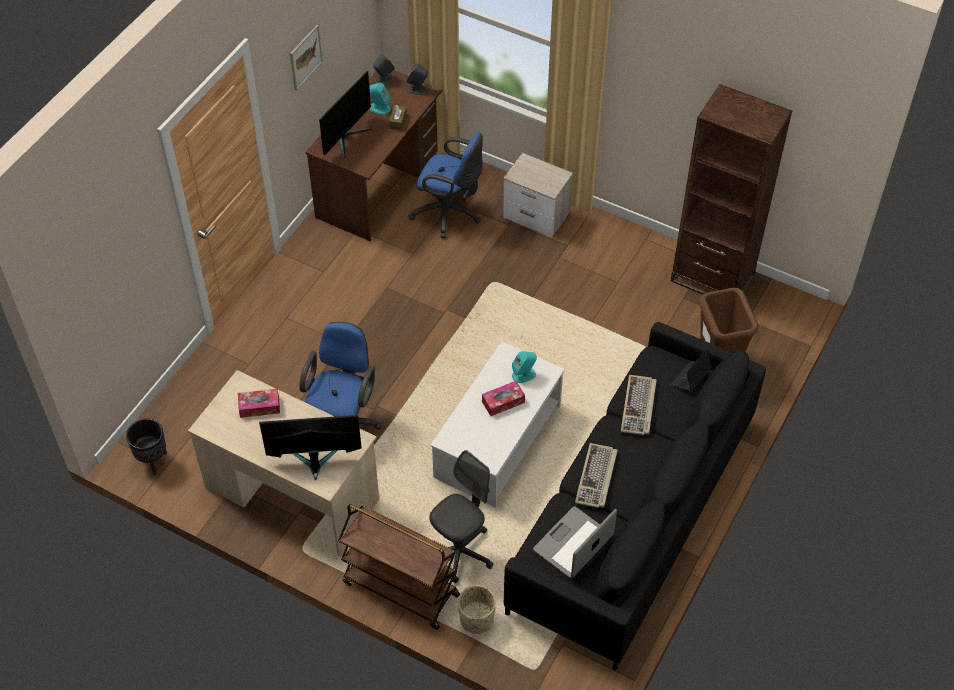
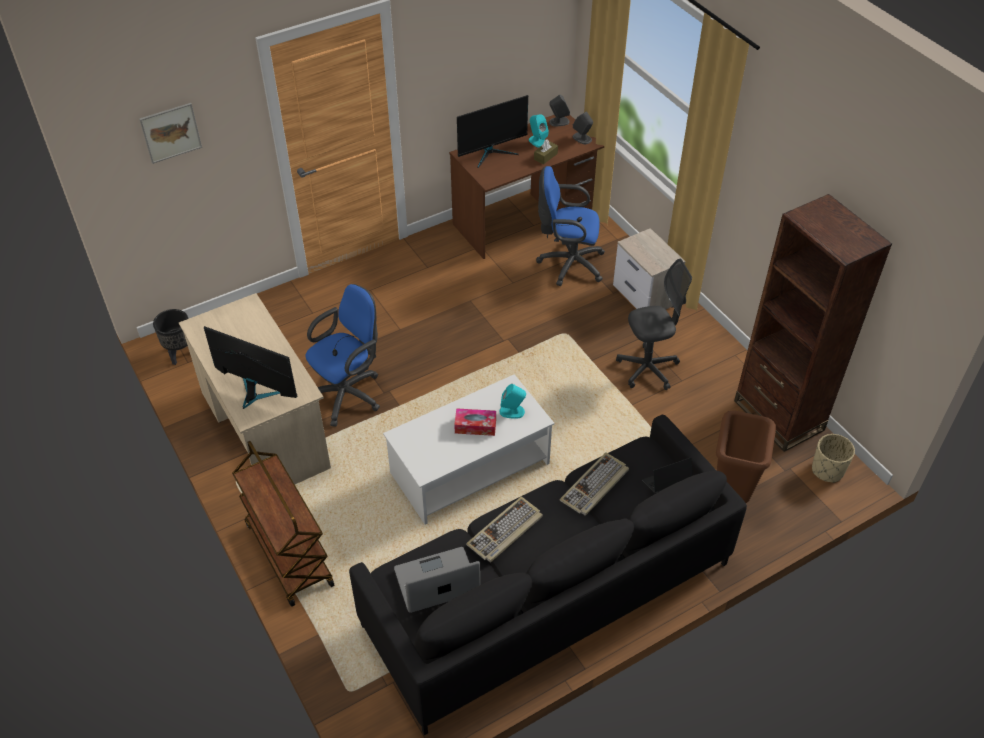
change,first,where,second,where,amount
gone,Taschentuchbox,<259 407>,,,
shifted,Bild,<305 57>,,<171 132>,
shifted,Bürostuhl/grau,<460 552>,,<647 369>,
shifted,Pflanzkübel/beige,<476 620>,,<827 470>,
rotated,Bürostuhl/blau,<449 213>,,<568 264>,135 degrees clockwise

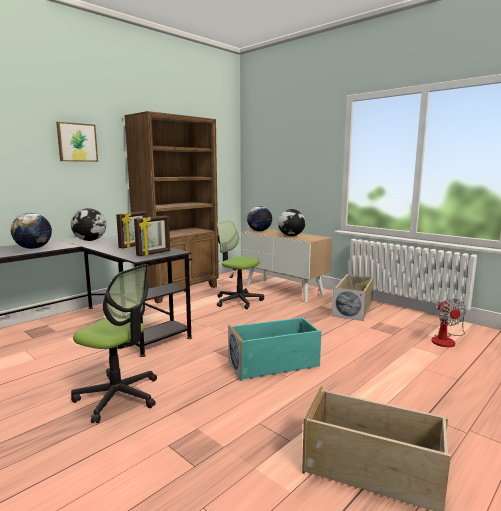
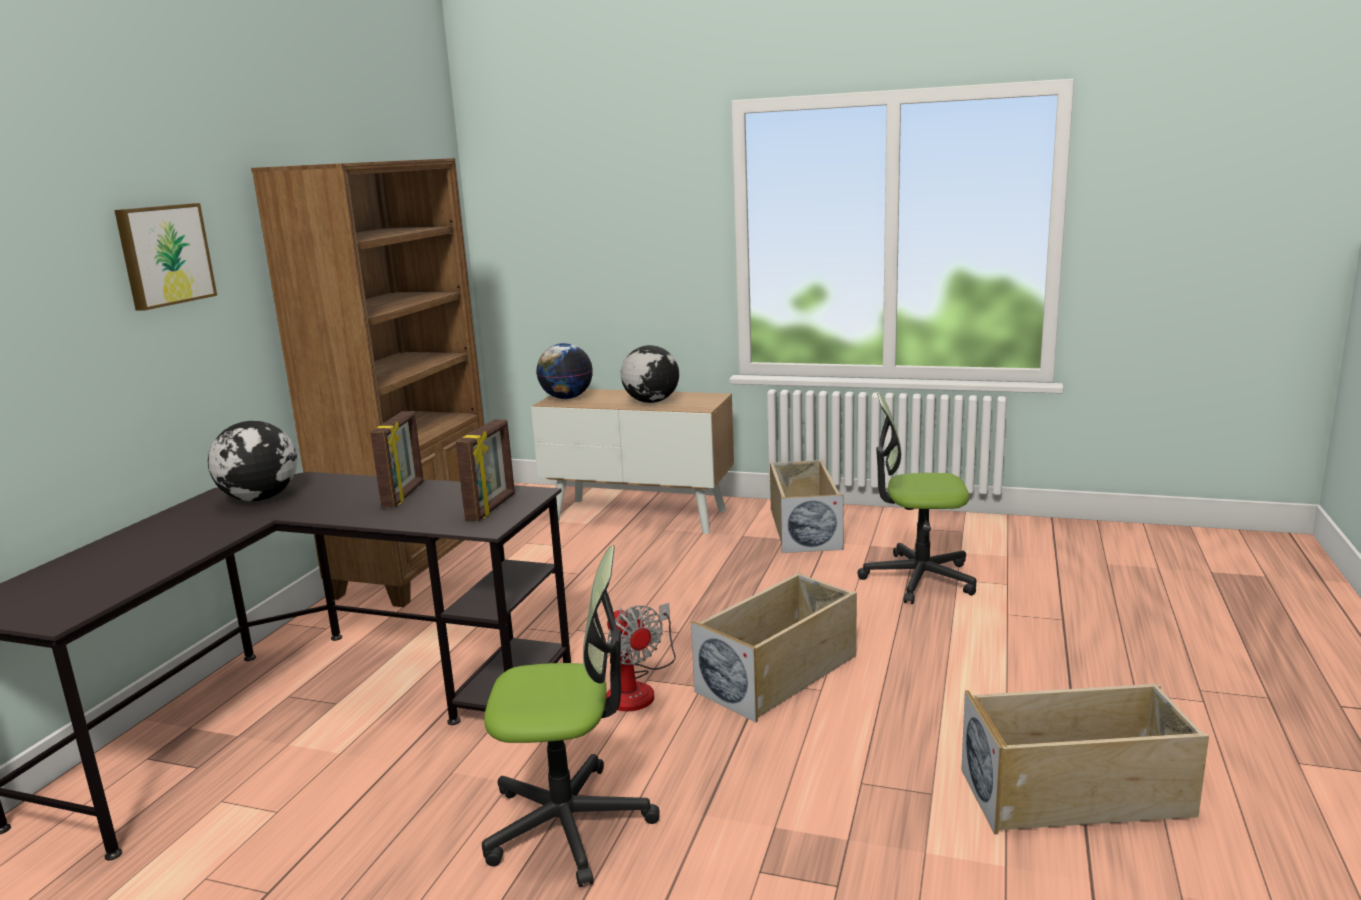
change,first,where,second,where,amount
gone,Globus,<33 248>,,,
shifted,Bürostuhl,<238 301>,,<918 578>,
shifted,Ventilator,<446 340>,,<637 688>,
repainted,Aufbewahrungsbox/türkis,<274 364>,Aufbewahrungsbox/beige,<779 673>,

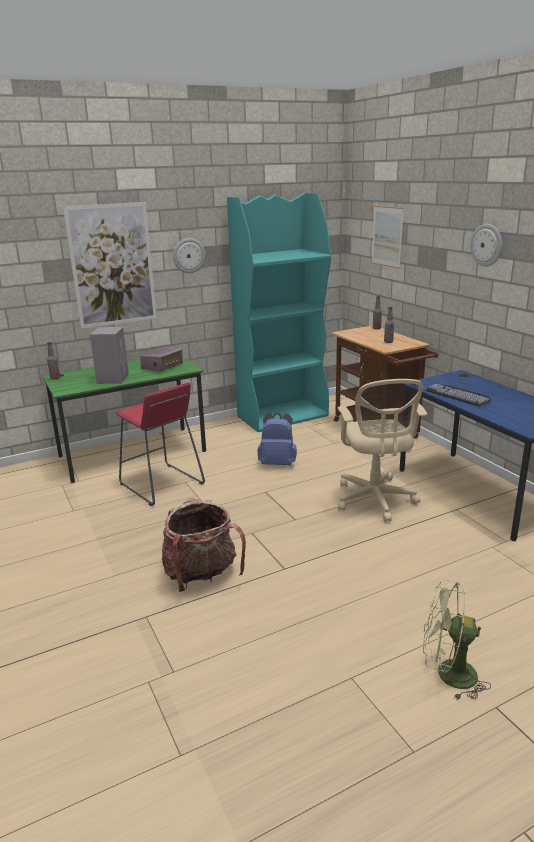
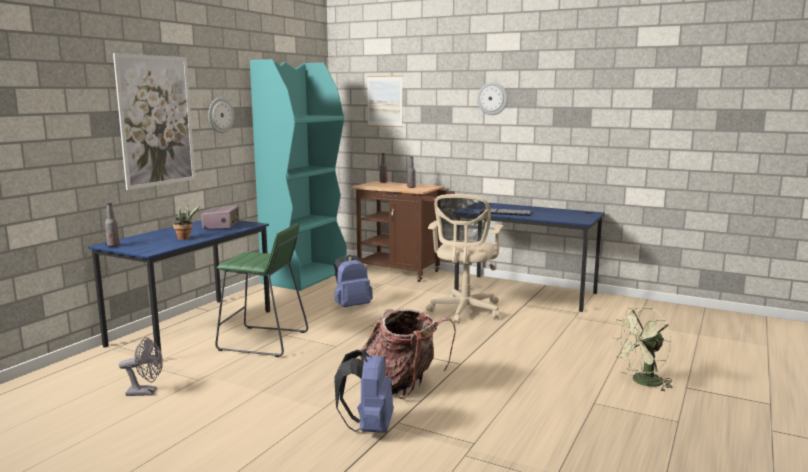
change,first,where,second,where,amount
new,,,Ventilator/grau,<146 392>,
new,,,Rucksack/blau,<368 427>,
swapped,Lautsprecher/grau,<113 378>,Topfpflanze,<186 238>,
repainted,Schreibtisch/grün,<132 453>,Schreibtisch/blau,<192 327>,
repainted,Hocker/rot,<161 484>,Hocker/grün,<263 341>,
rotated,Bürostuhl/beige,<375 501>,,<464 311>,60 degrees clockwise

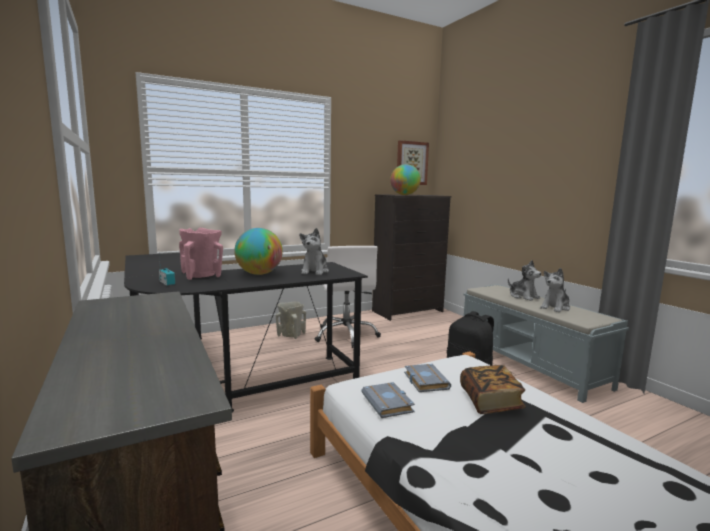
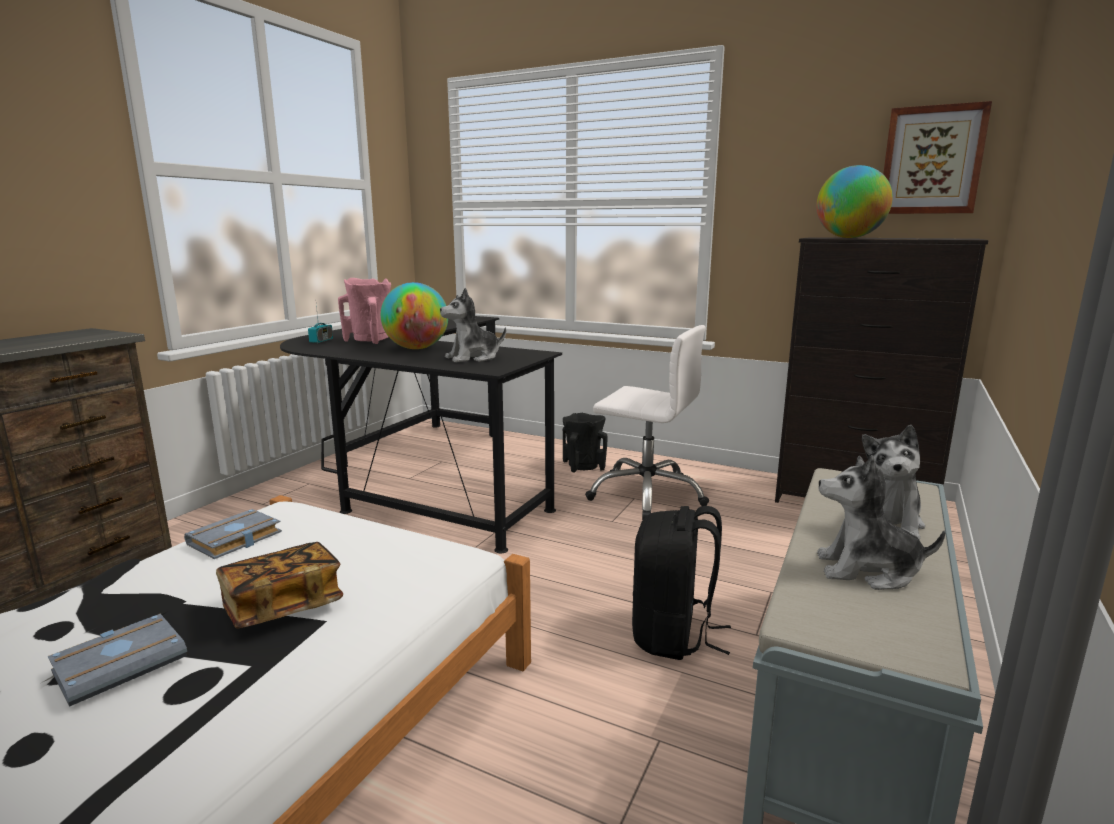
change,first,where,second,where,amount
shifted,Buch/grau,<424 381>,,<122 663>,
repainted,Vase/beige,<291 335>,Vase/schwarz,<584 466>,
rotated,Bürostuhl/weiß,<346 335>,,<647 494>,105 degrees counterclockwise

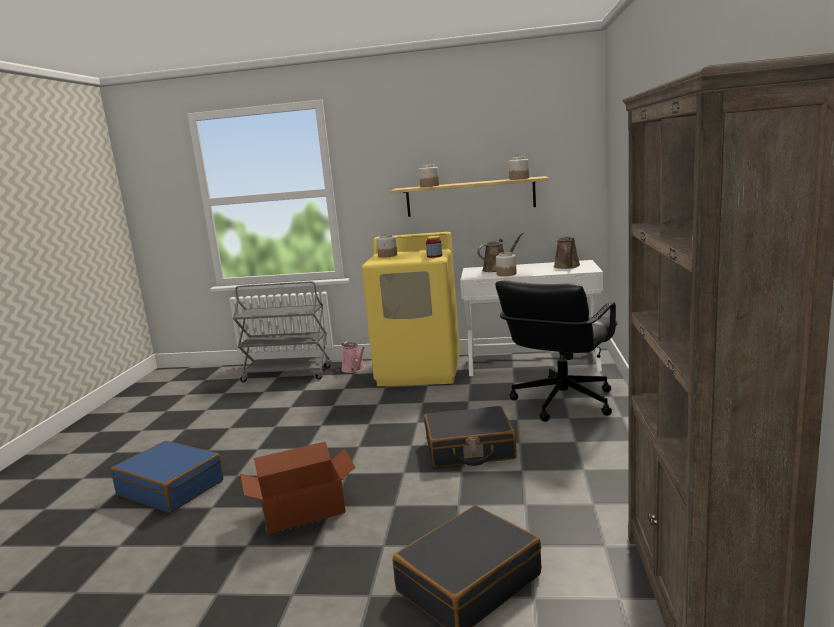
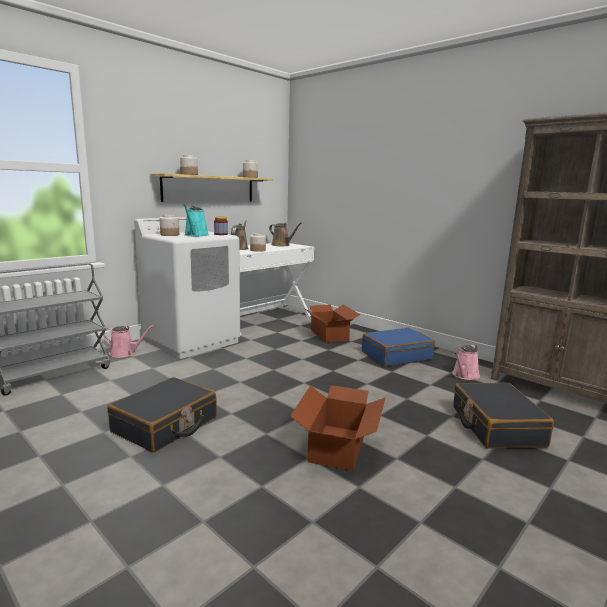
change,first,where,second,where,amount
new,,,Gießkanne/türkis,<195 235>,
new,,,Gießkanne/rosa,<464 375>,
shifted,Koffer/blau,<171 488>,,<396 355>,
shifted,Koffer/schwarz,<469 449>,,<165 425>,
swapped,Bürostuhl/schwarz,<562 402>,Karton,<329 335>,
repainted,Waschmaschine/gelb,<420 371>,Waschmaschine/weiß,<192 341>,

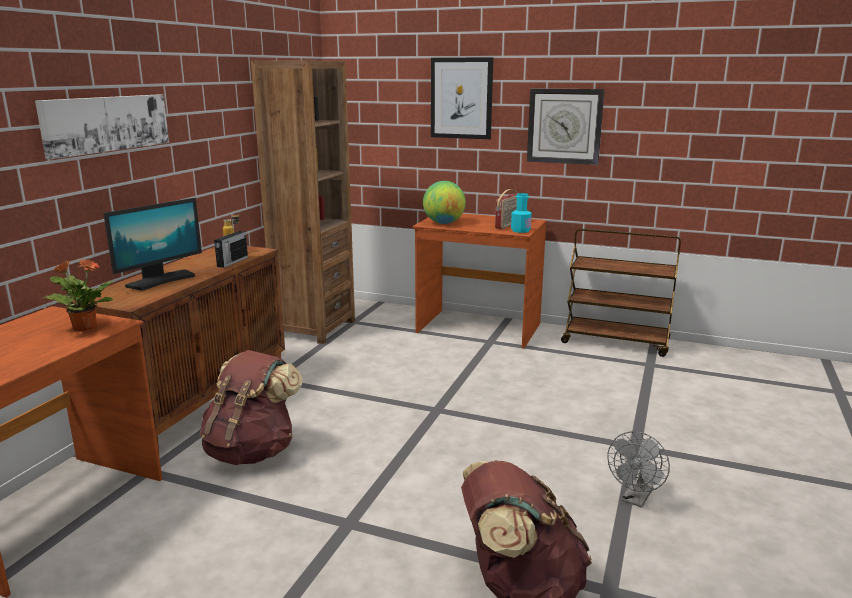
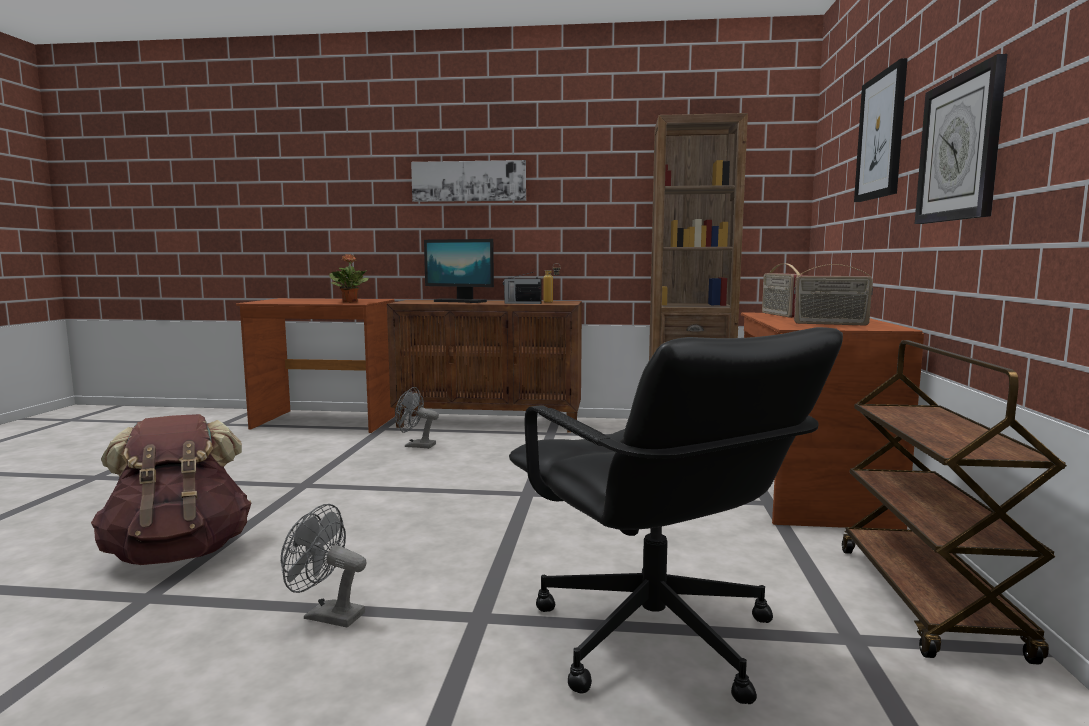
change,first,where,second,where,amount
gone,Flasche/türkis,<520 230>,,,
new,,,Bürostuhl/schwarz,<654 638>,
swapped,Rucksack/braun,<252 451>,Ventilator/grau,<415 446>,
swapped,Globus,<444 223>,Radio,<779 315>,

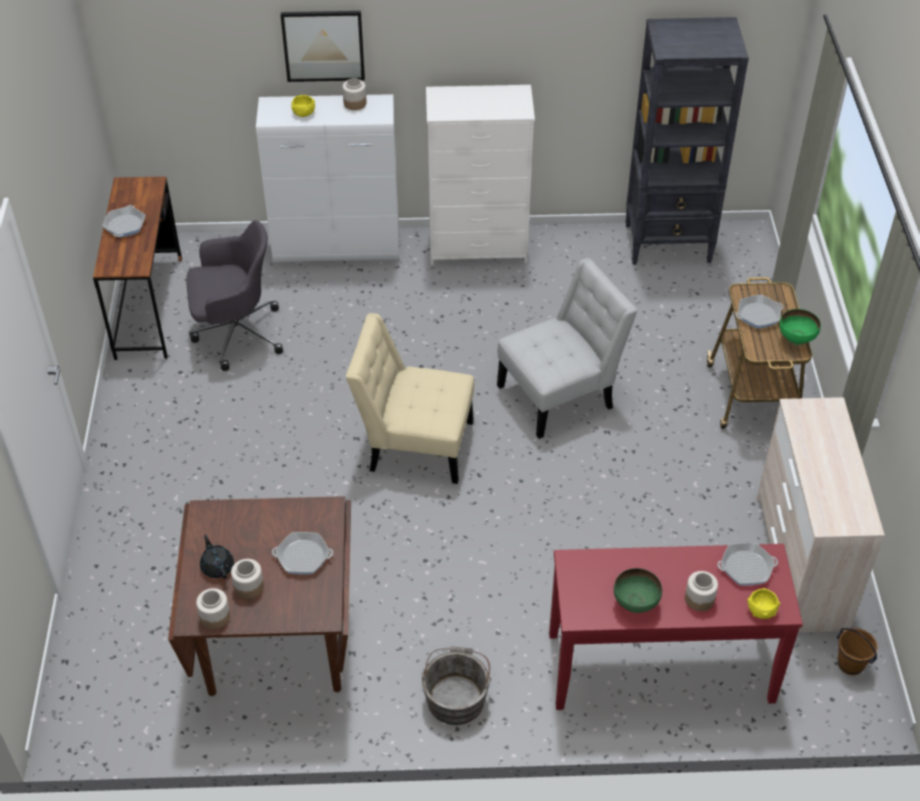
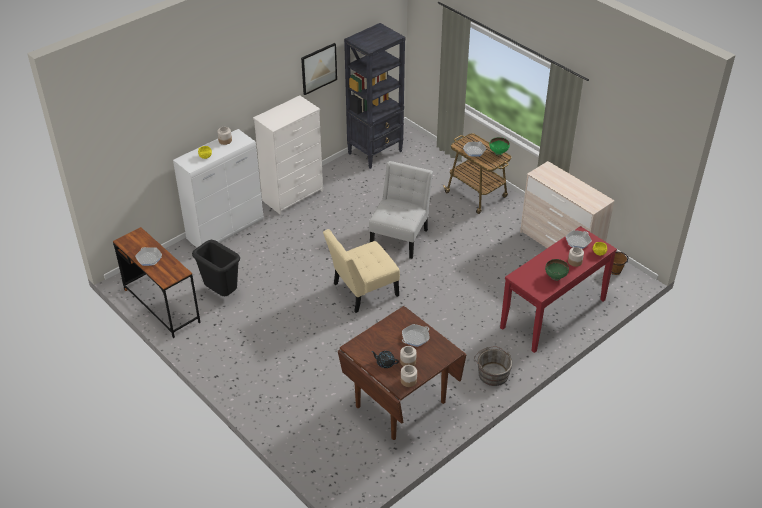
change,first,where,second,where,amount
shifted,Bild,<323 45>,,<318 68>,
swapped,Bürostuhl/grau,<235 334>,Mülleimer/schwarz,<222 293>,

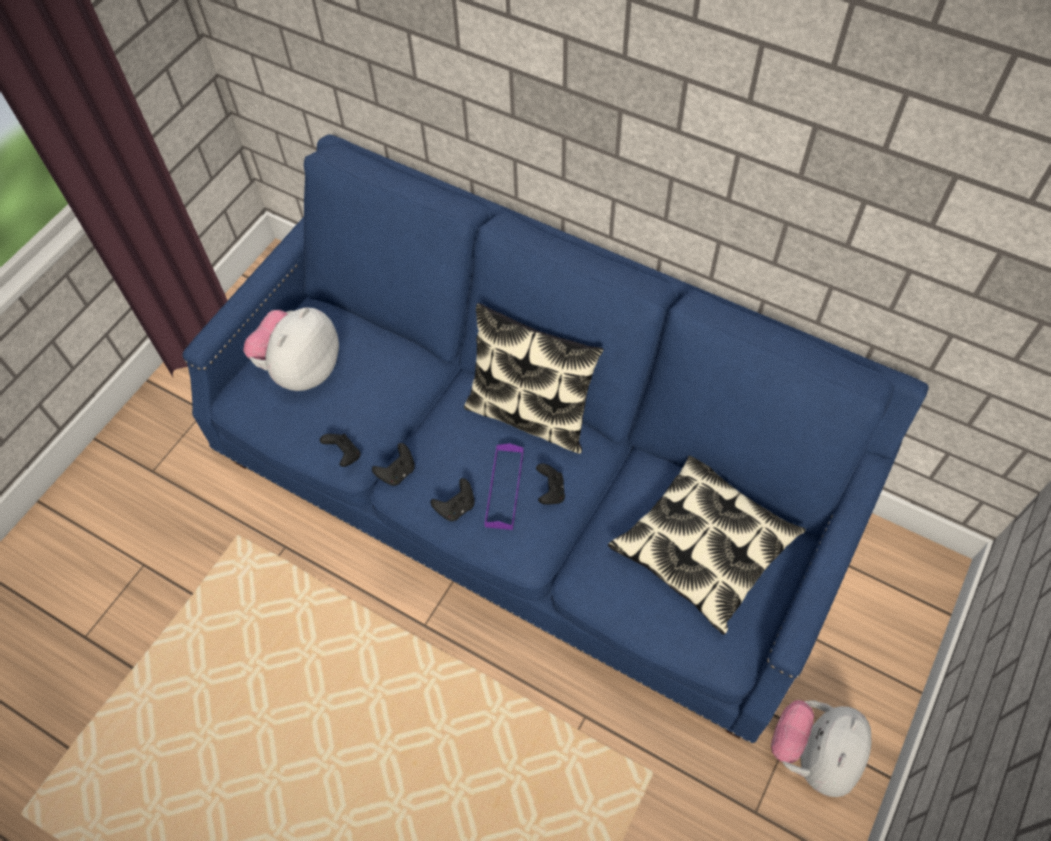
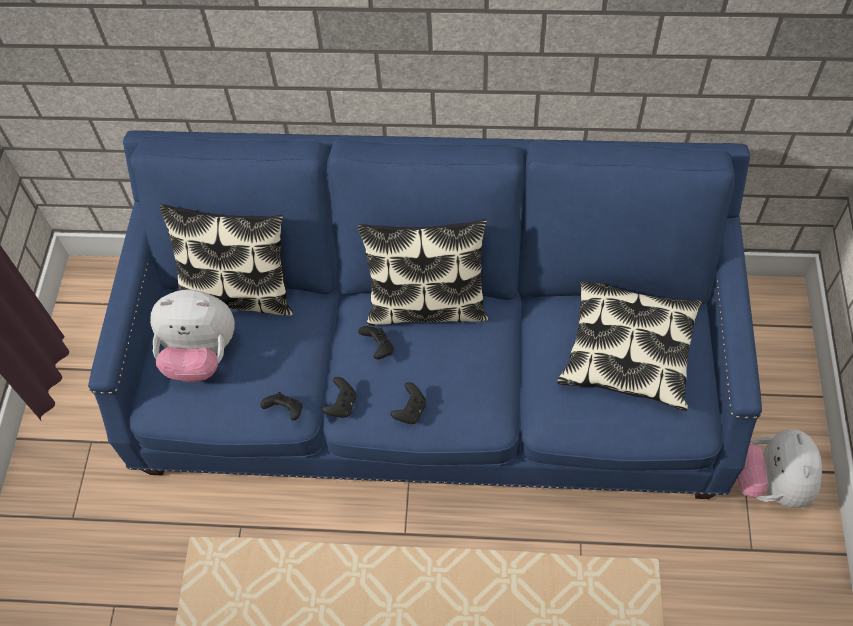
change,first,where,second,where,amount
gone,Tablett/lila,<504 488>,,,
new,,,Kissen,<239 293>,
shifted,Gamepad/schwarz,<550 491>,,<378 348>,
rotated,Plüschtier,<301 369>,,<201 354>,90 degrees counterclockwise

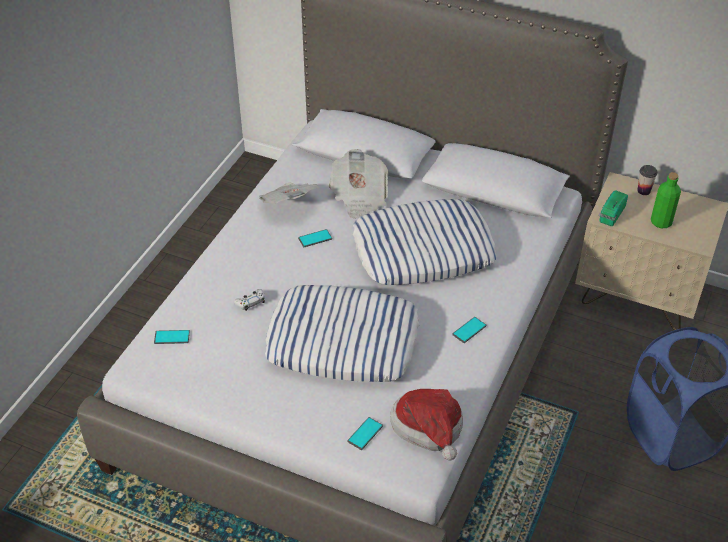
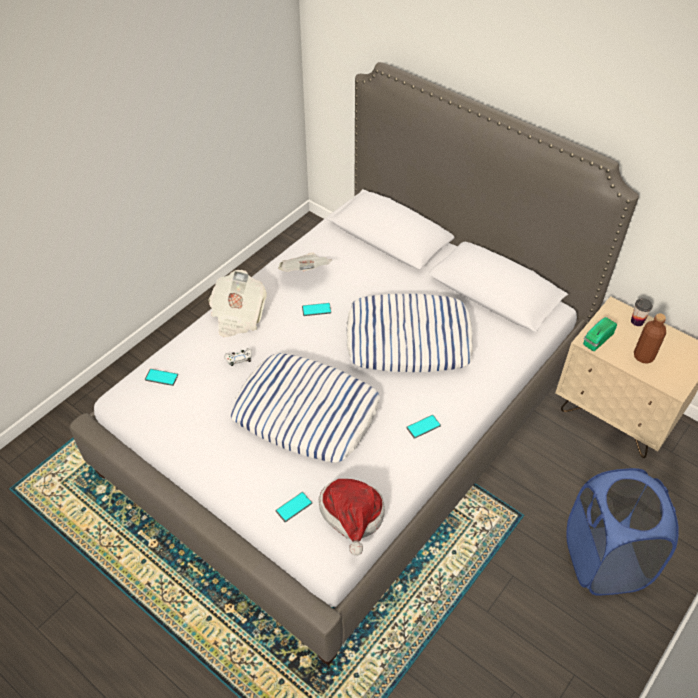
change,first,where,second,where,amount
shifted,Zeitung,<359 197>,,<238 316>,
repainted,Flasche/grün,<661 222>,Flasche/braun,<643 356>,

